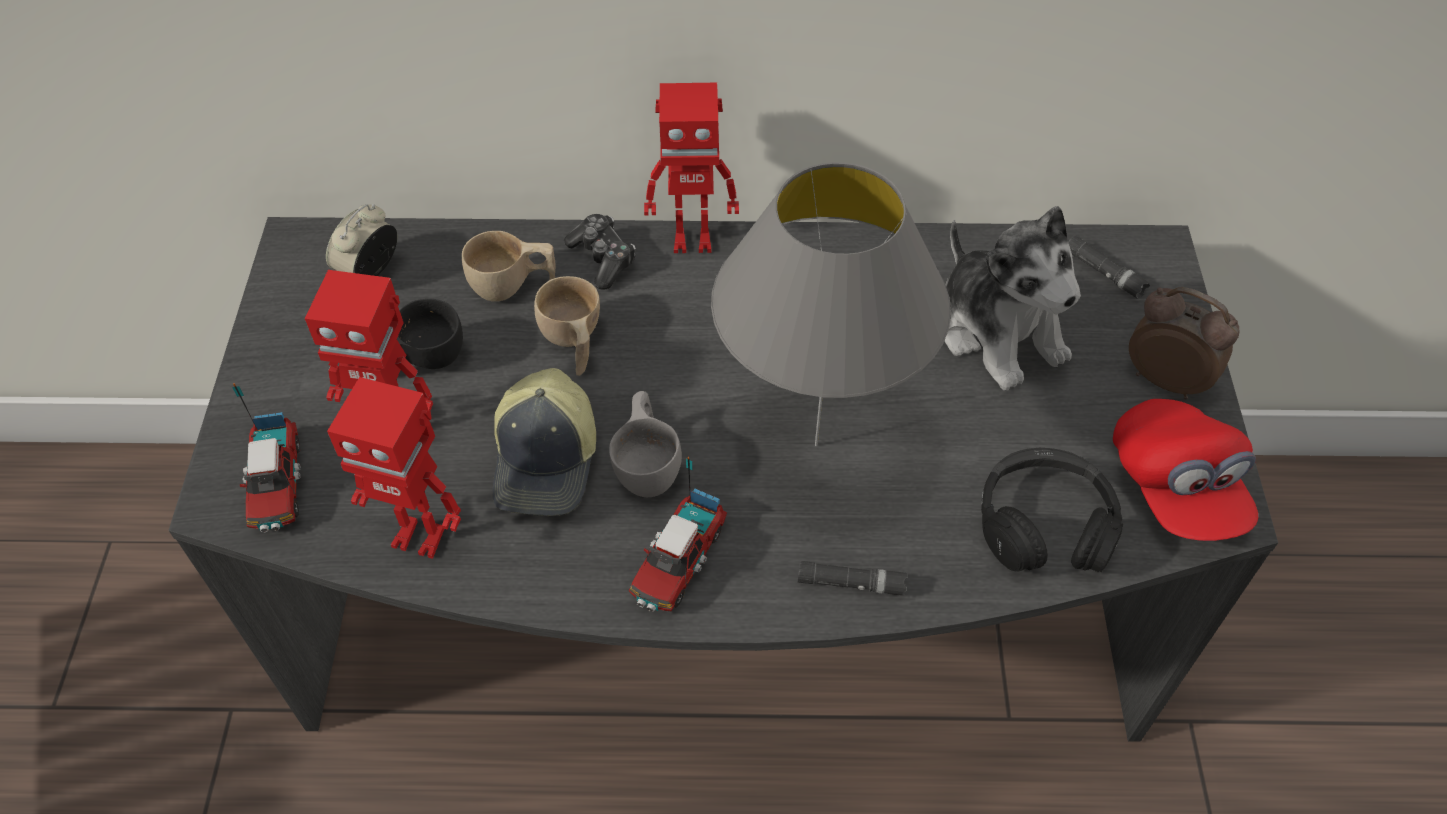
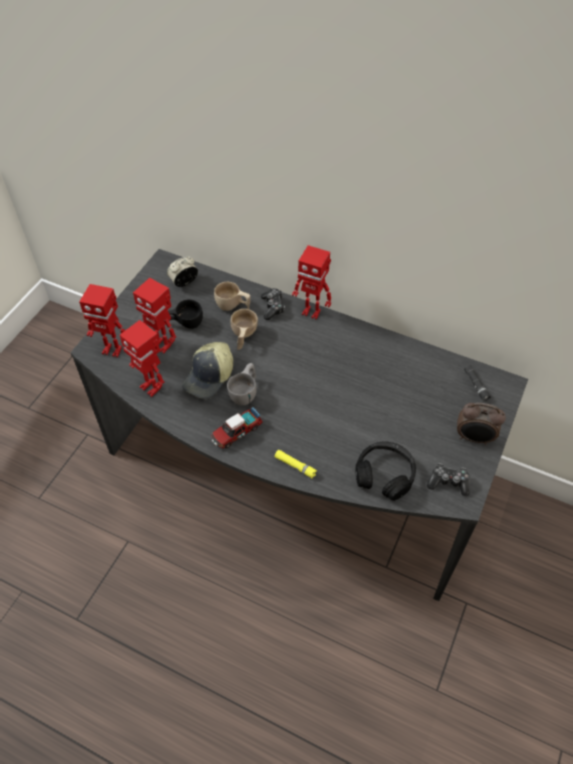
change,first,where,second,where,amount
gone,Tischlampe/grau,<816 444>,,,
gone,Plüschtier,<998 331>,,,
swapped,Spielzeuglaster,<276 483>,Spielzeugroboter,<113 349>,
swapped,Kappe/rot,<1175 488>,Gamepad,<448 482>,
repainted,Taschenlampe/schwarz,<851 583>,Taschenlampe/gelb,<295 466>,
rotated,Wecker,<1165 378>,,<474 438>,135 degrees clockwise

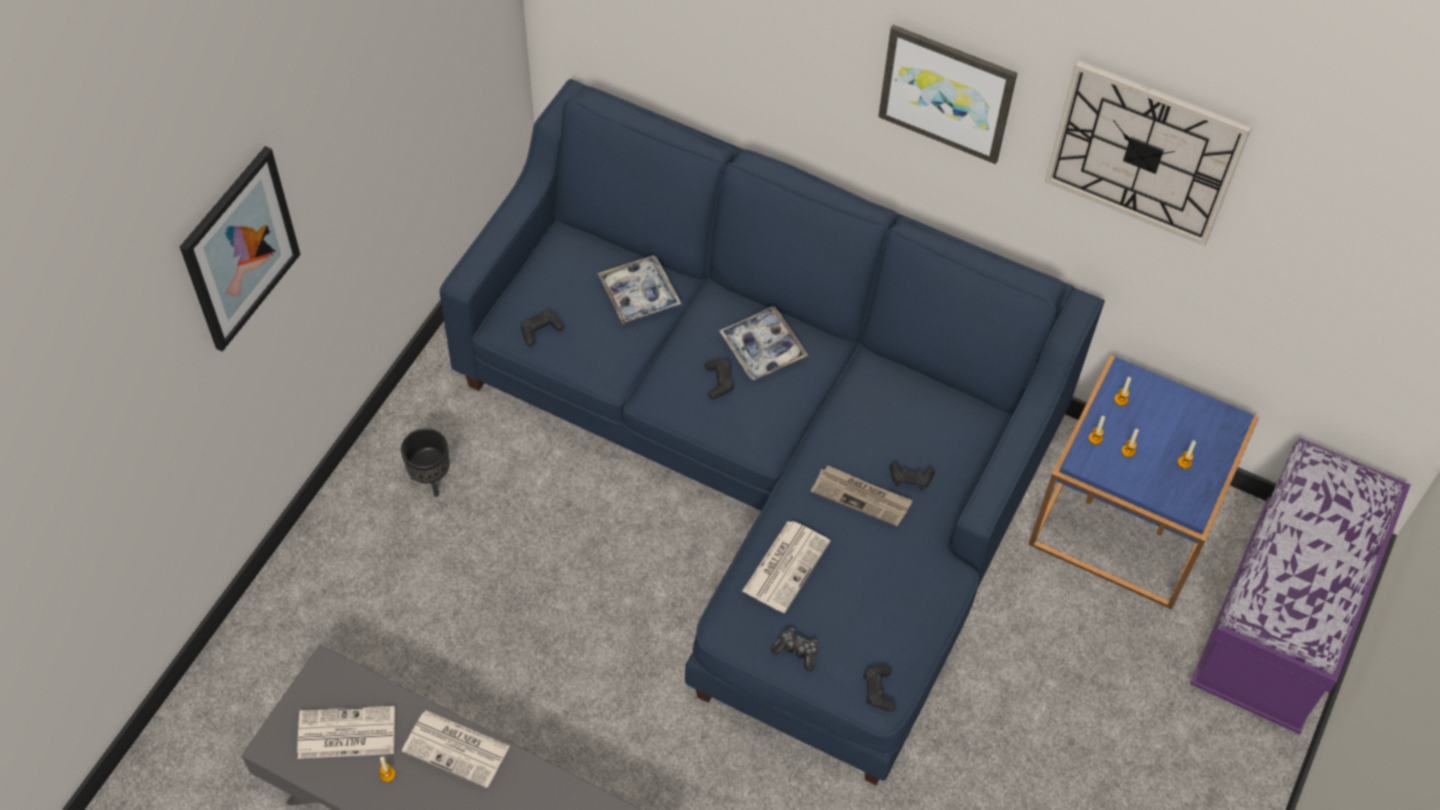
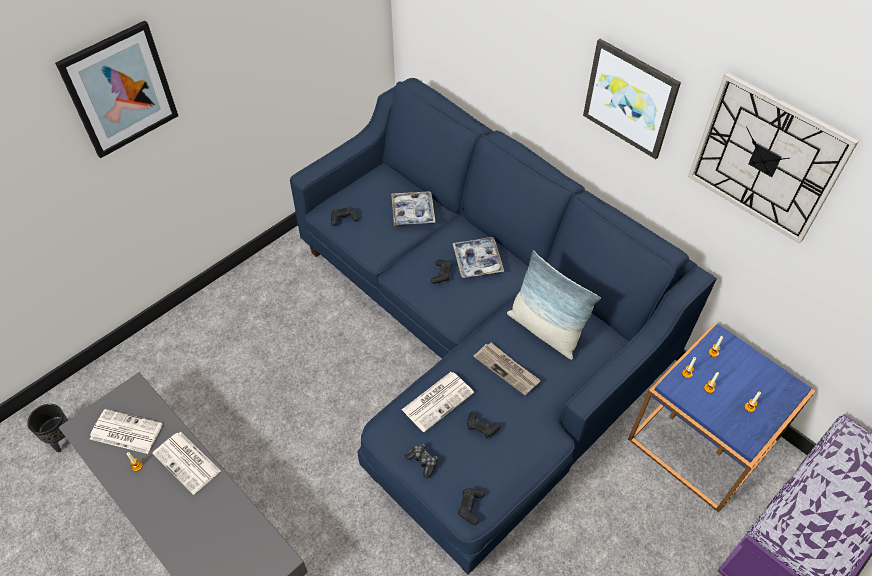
change,first,where,second,where,amount
new,,,Kissen,<545 330>,
shifted,Pflanzkübel/schwarz,<430 479>,,<61 438>,
shifted,Gamepad/schwarz,<910 479>,,<481 427>,

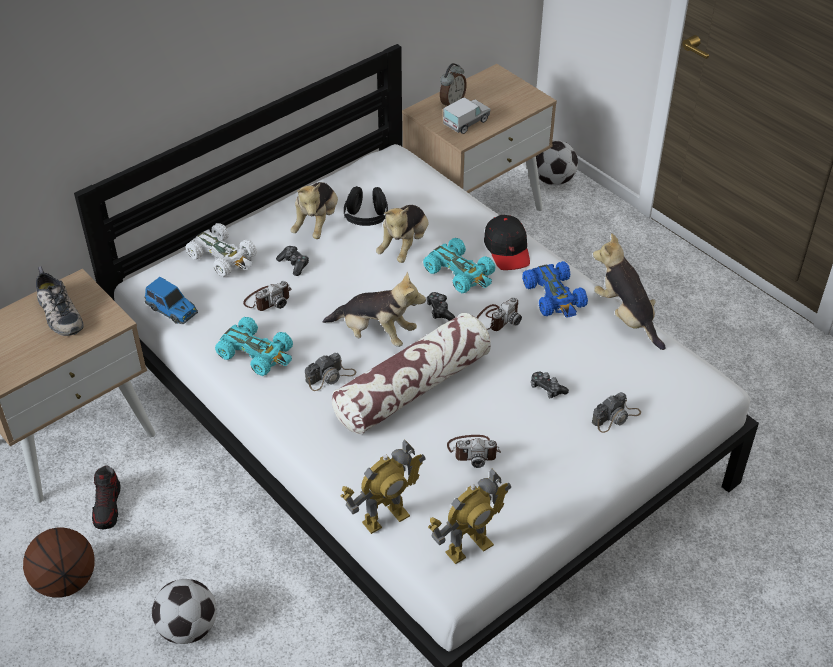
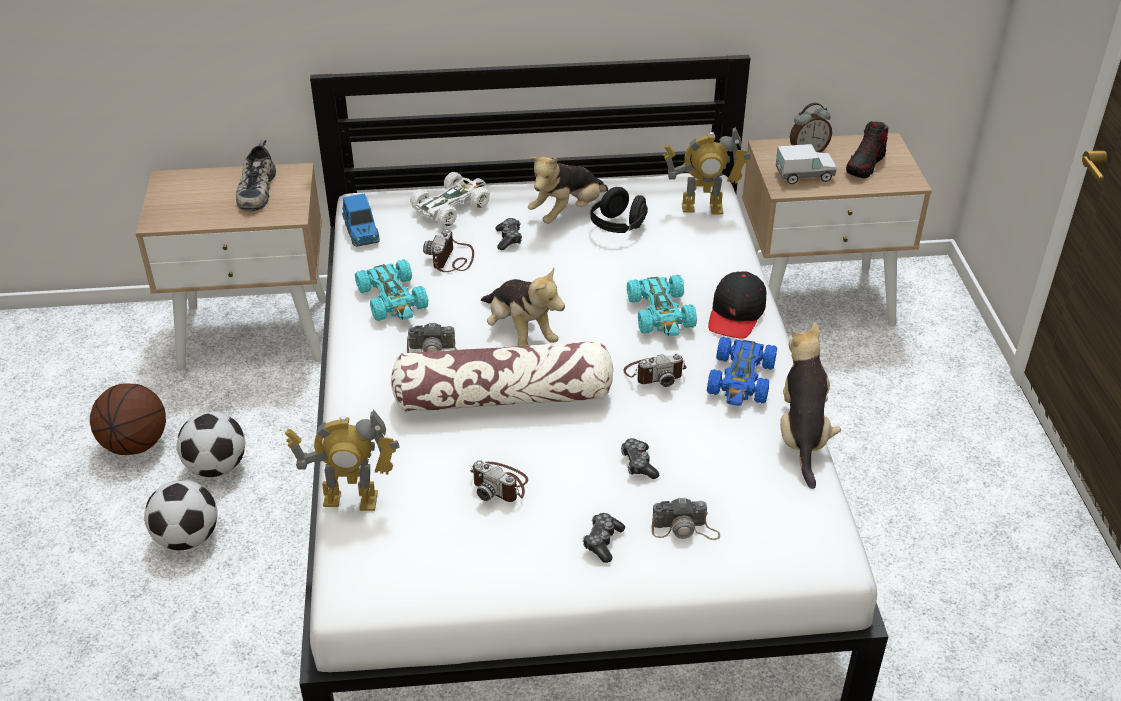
change,first,where,second,where,amount
gone,Plüschtier,<404 246>,,,
shifted,Schuh,<108 507>,,<865 164>,
shifted,Gamepad,<440 311>,,<602 542>,
shifted,Spielzeugroboter,<468 547>,,<702 208>,
shifted,Fußball,<553 180>,,<217 467>,
rotated,Spielzeugauto/weiß,<223 257>,,<451 206>,120 degrees counterclockwise
rotated,Kamera,<268 300>,,<452 259>,105 degrees clockwise

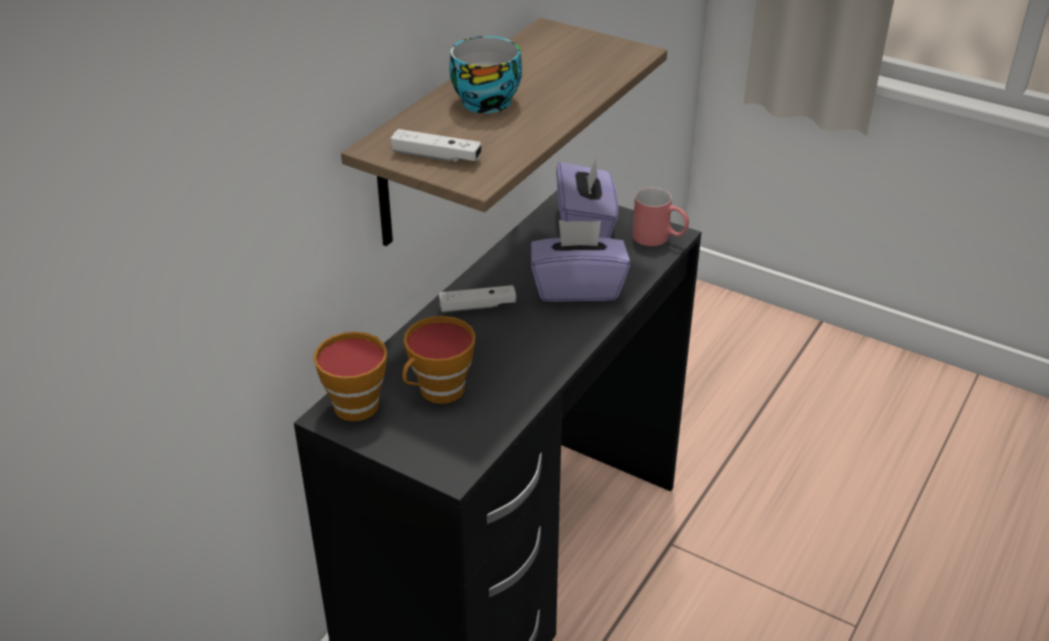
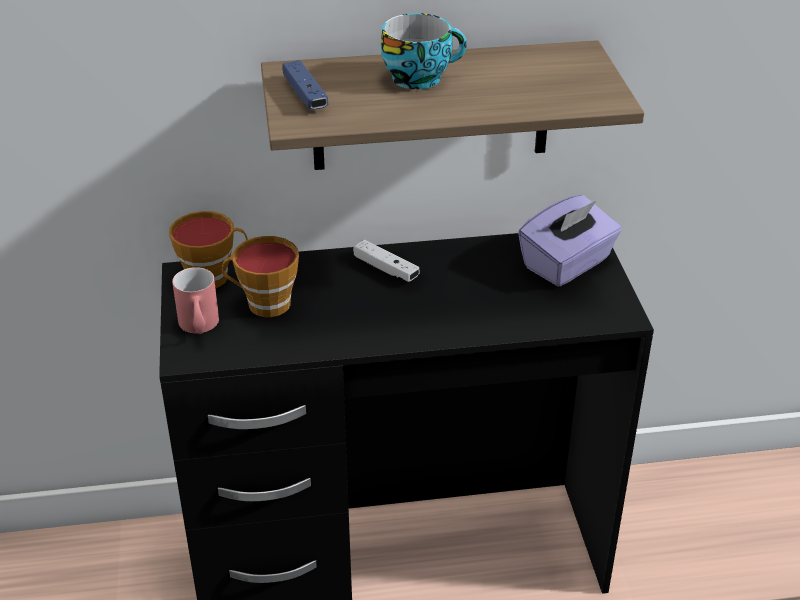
change,first,where,second,where,amount
gone,Taschentuchbox/lila,<577 287>,,,
shifted,Henkelbecher/rot,<659 239>,,<199 328>,
repainted,Gamepad/weiß,<436 156>,Gamepad/blau,<305 95>,

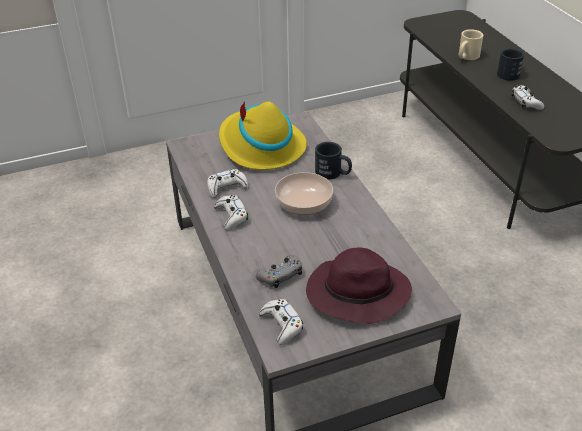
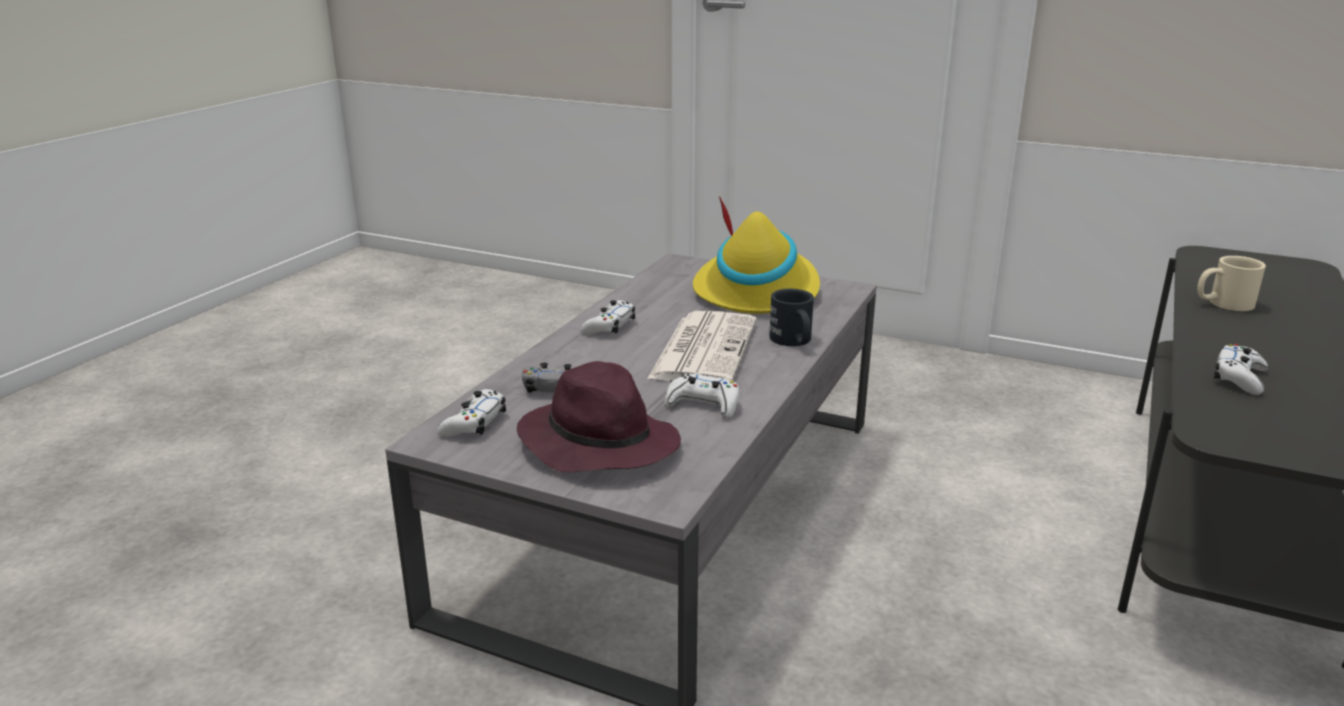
change,first,where,second,where,amount
gone,Henkelbecher/schwarz,<510 73>,,,
shifted,Gamepad/weiß,<227 187>,,<703 405>,
swapped,Schüssel,<303 203>,Zeitung,<704 349>,

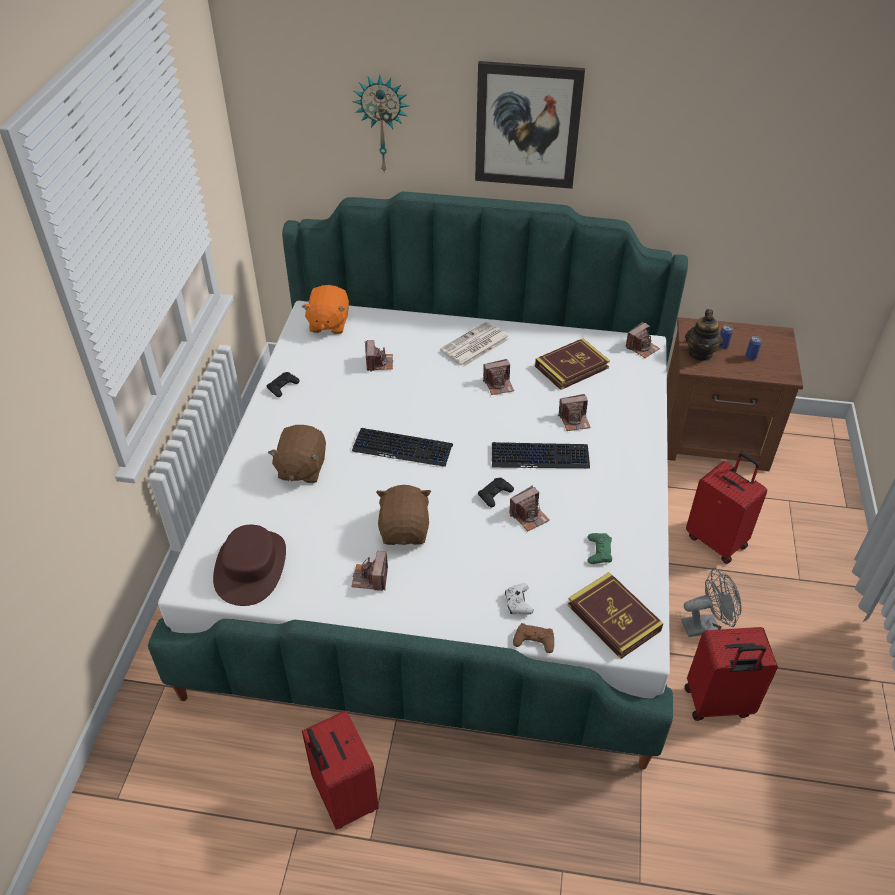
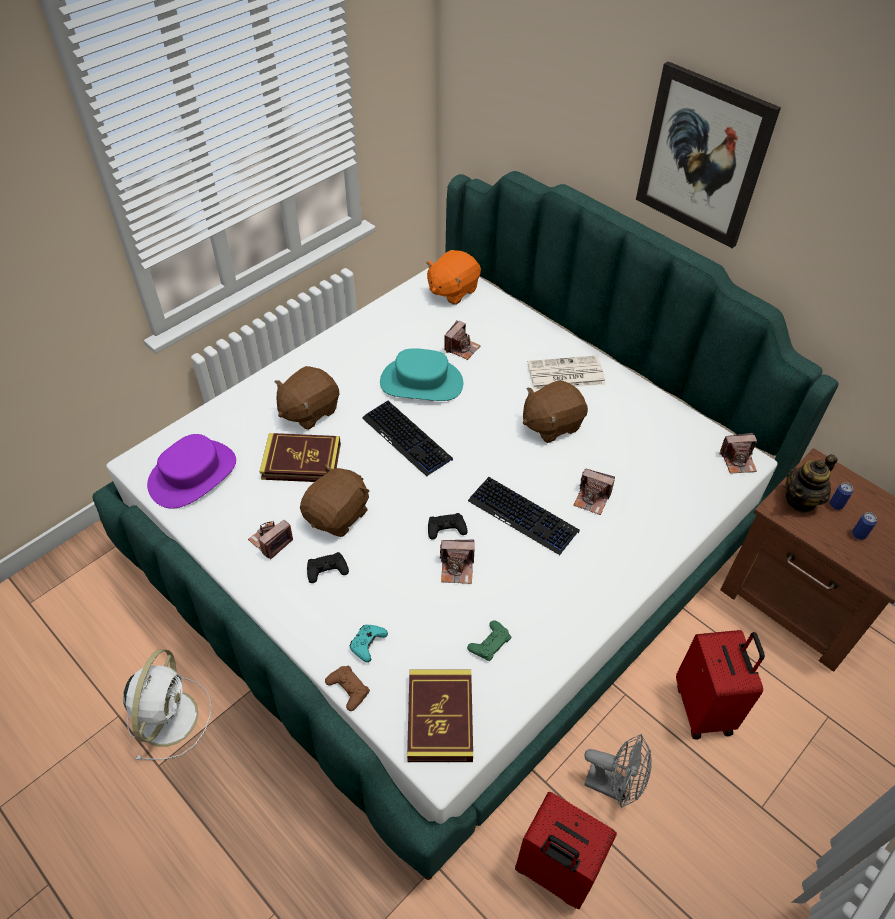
change,first,where,second,where,amount
gone,Wanduhr,<382 123>,,,
new,,,Hut/türkis,<421 382>,
shifted,Gamepad/schwarz,<283 387>,,<327 570>,
shifted,Buch,<571 367>,,<301 461>,
swapped,Koffer/rot,<343 797>,Ventilator/weiß,<169 715>,
swapped,Kamera,<498 385>,Plüschtier/braun,<551 424>,
repainted,Hut/braun,<251 567>,Hut/lila,<193 475>,
repainted,Gamepad/weiß,<518 603>,Gamepad/türkis,<367 645>,

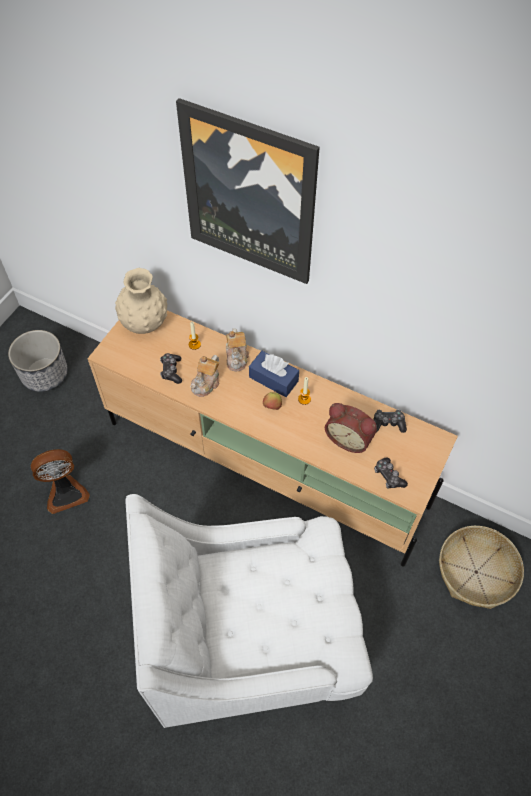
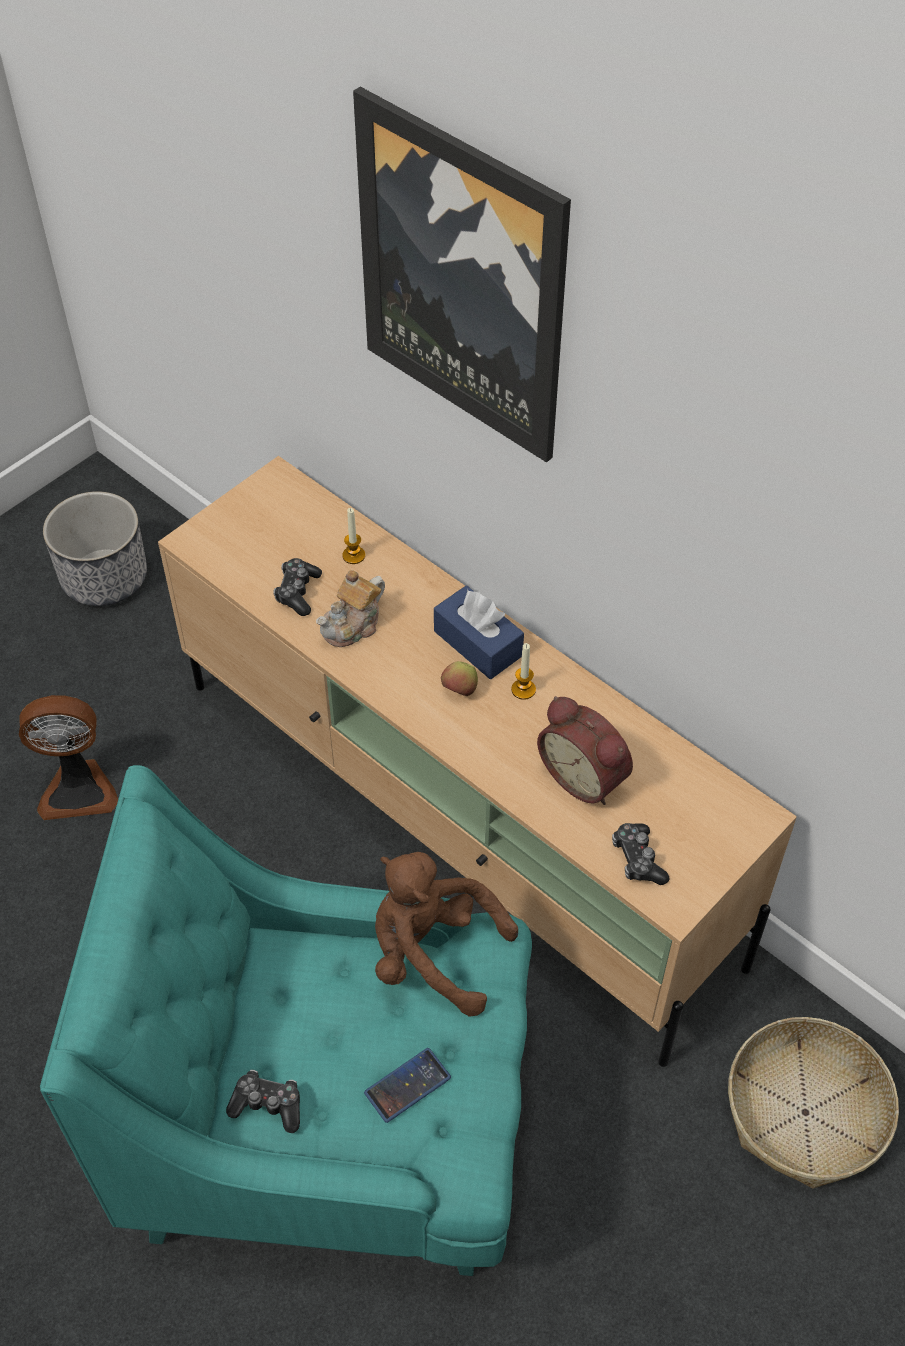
change,first,where,second,where,amount
gone,Vase/beige,<145 324>,,,
gone,Teekanne,<237 357>,,,
new,,,Handy,<407 1085>,
new,,,Plüschtier/braun,<432 953>,
shifted,Gamepad,<388 424>,,<268 1105>,
repainted,Sessel/weiß,<253 639>,Sessel/türkis,<335 1128>,

